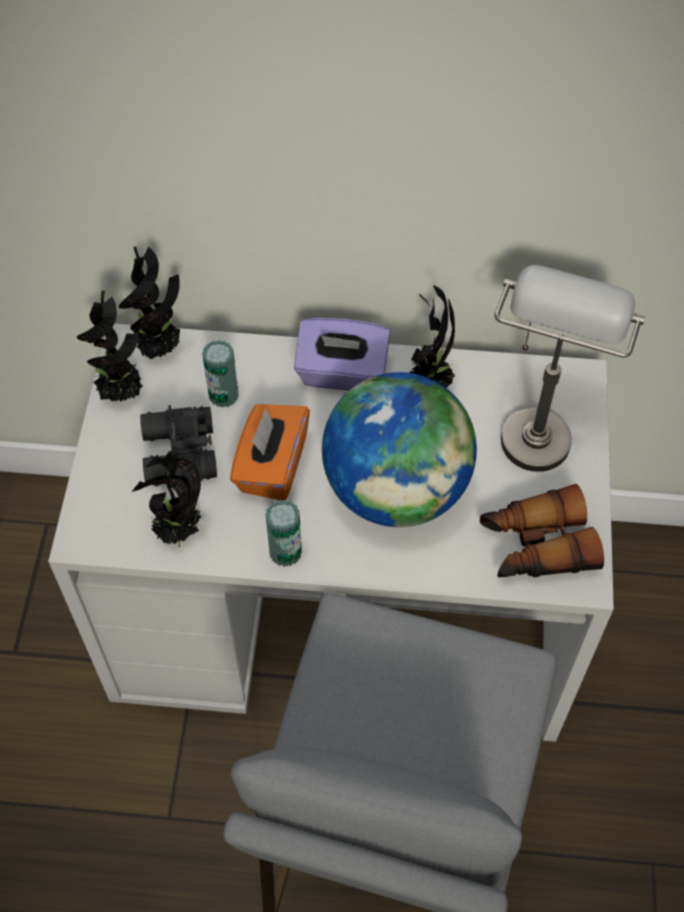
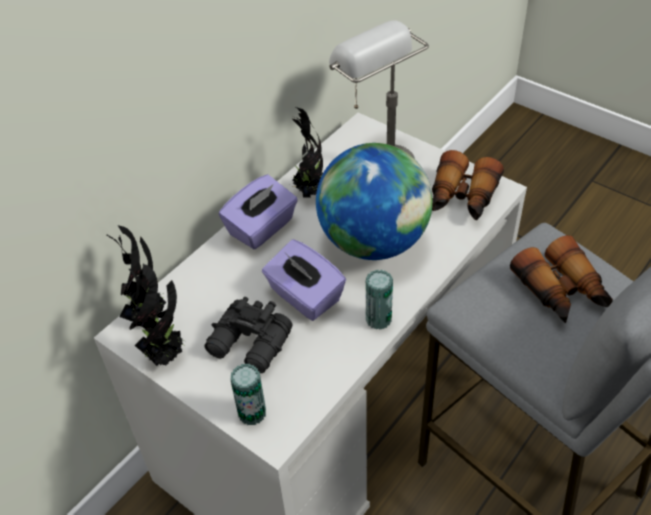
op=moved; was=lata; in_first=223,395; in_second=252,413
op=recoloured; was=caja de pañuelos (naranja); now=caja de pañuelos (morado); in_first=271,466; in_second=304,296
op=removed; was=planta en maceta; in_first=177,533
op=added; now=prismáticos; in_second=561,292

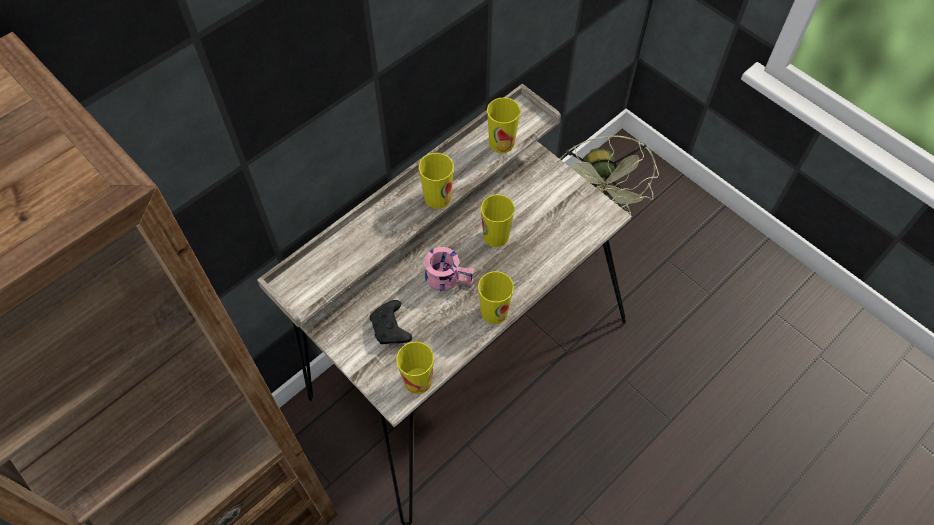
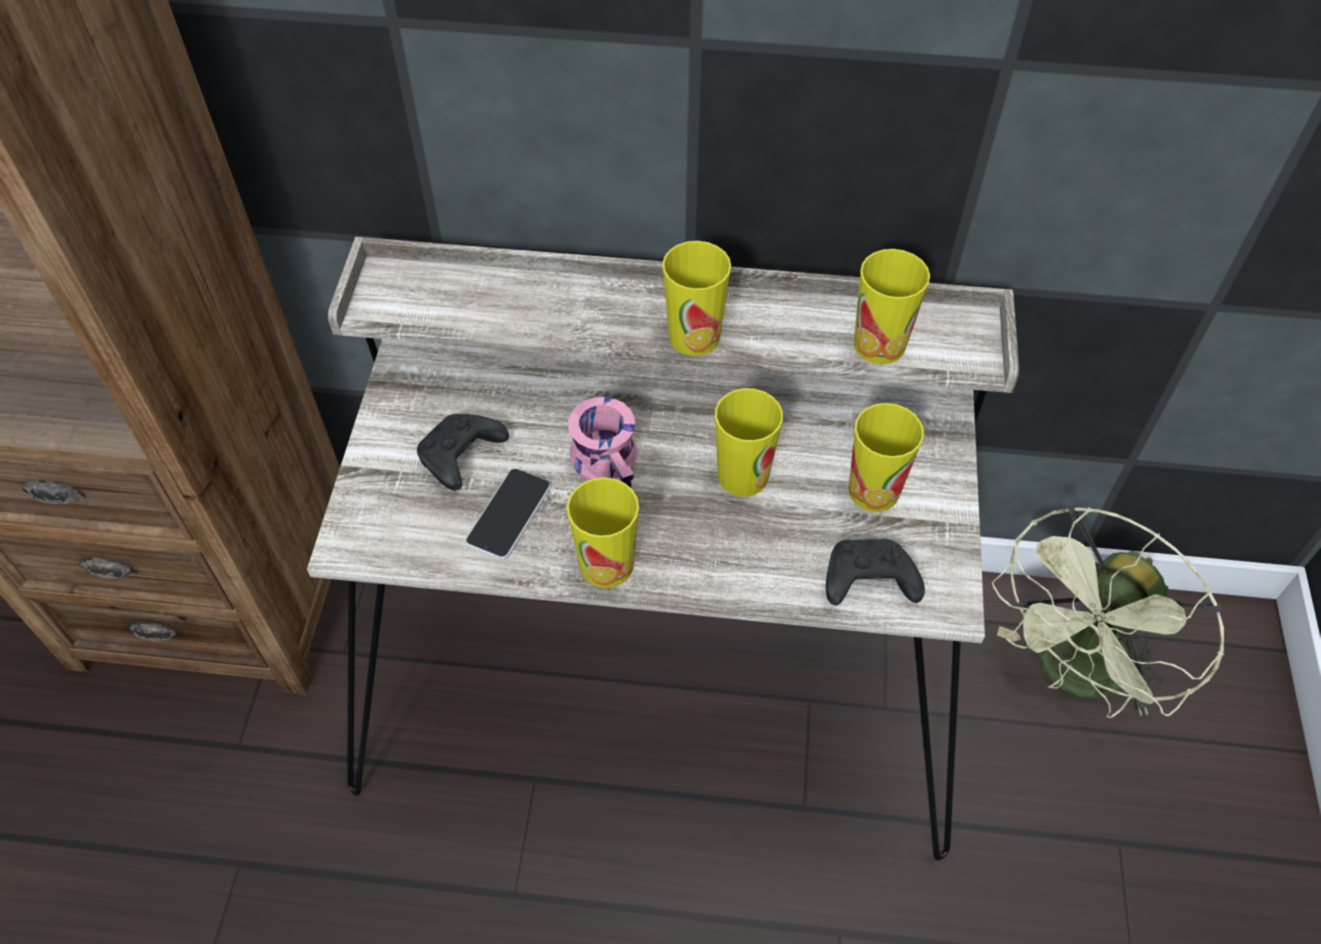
op=moved; was=taza; in_first=418,380; in_second=874,490
op=added; now=móvil; in_second=509,515
op=added; now=mando de consola (negro); in_second=866,582

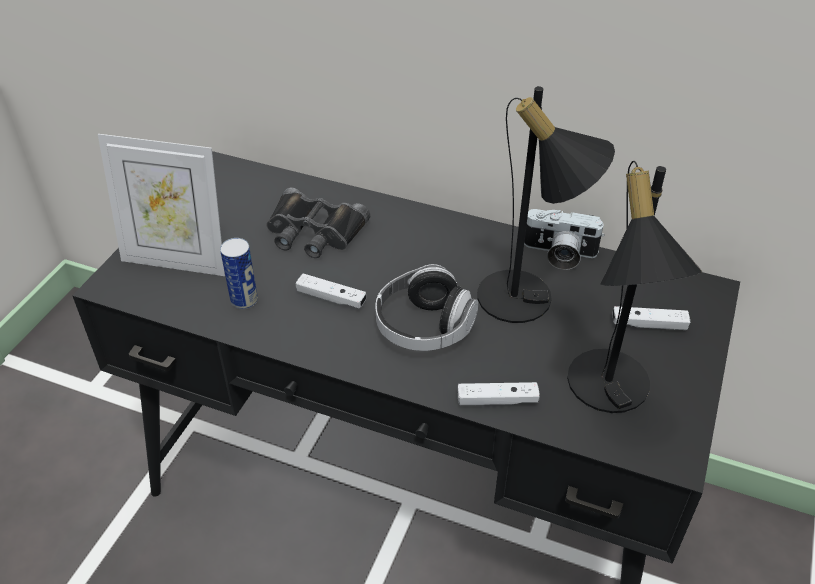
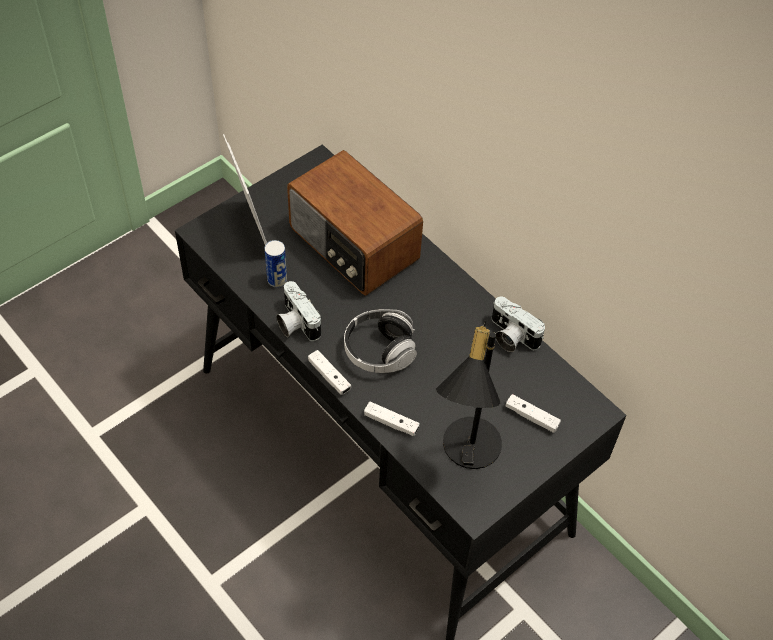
op=removed; was=lámpara de mesa (negro); in_first=528,302
op=turned; was=portarretratos; in_first=177,260; in_second=251,230; clockwise=-150
op=replaced; was=prismáticos (negro); now=radio; in_first=314,232; in_second=352,245
op=moved; was=mando de consola (blanco); in_first=331,298; in_second=329,376
op=added; now=cámara; in_second=295,323

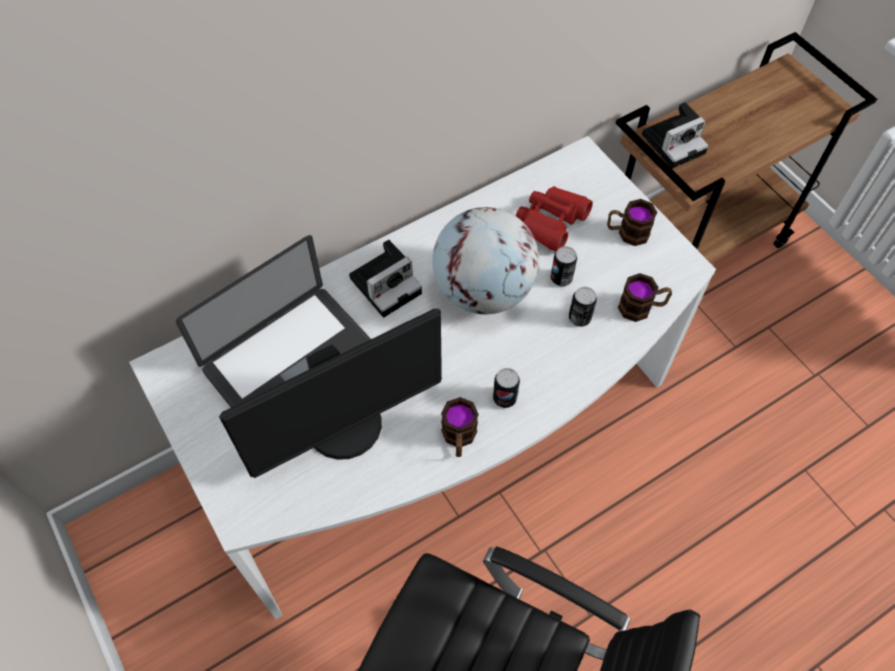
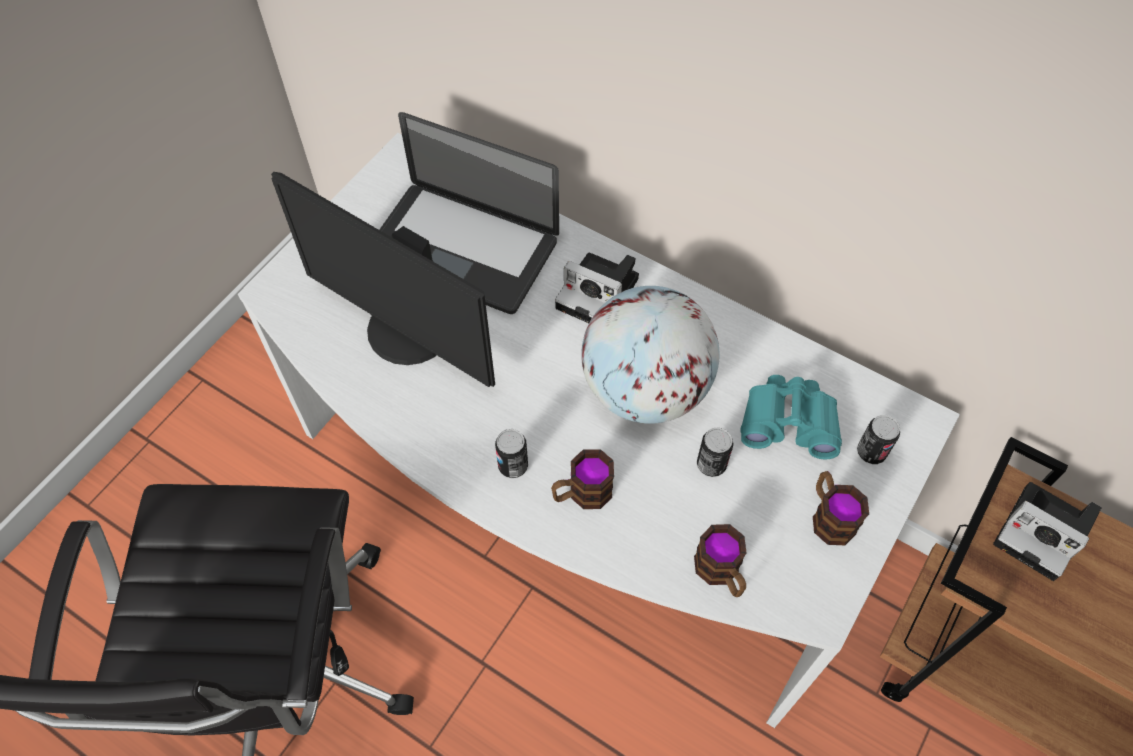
op=recoloured; was=prismáticos (rojo); now=prismáticos (turquesa); in_first=551,222; in_second=789,422
op=moved; was=lata; in_first=579,318; in_second=871,452
op=moved; was=taza grande; in_first=459,438; in_second=582,493

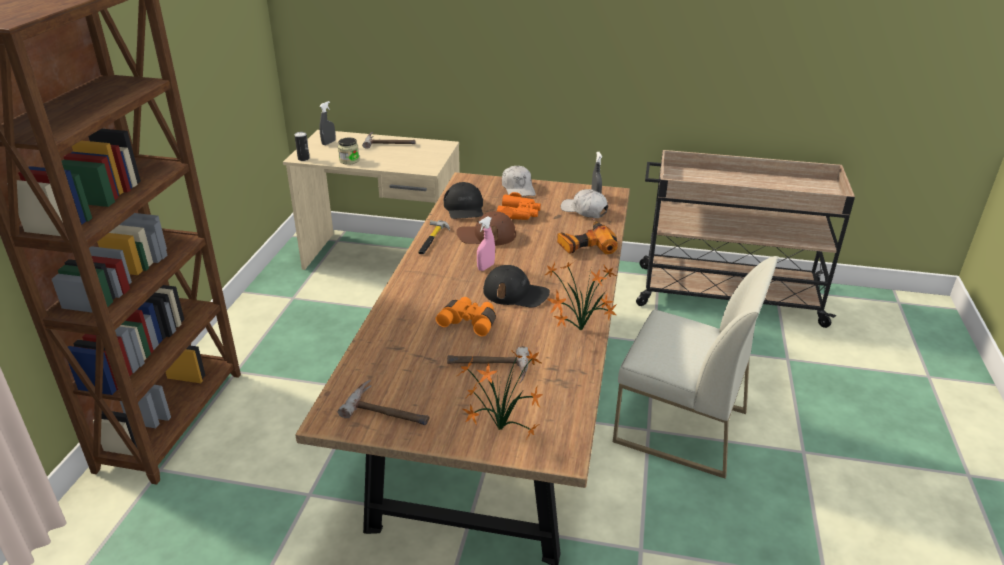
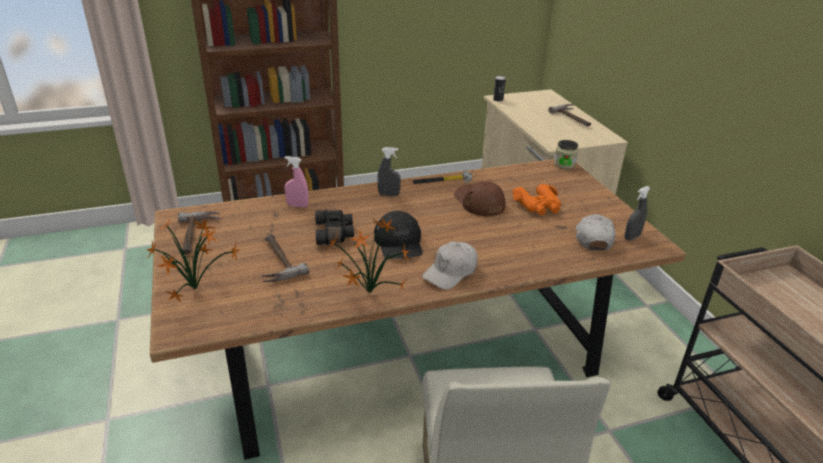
op=moved; was=pulverizador (gris); in_first=328,143; in_second=389,195
op=moved; was=tarro; in_first=349,160; in_second=564,164
op=moved; was=gorra (blanco); in_first=518,189; in_second=451,272
op=removed; was=gorra (negro); in_first=464,208
op=moved; was=pulverizador (rosa); in_first=486,267; in_second=297,205
op=removed; was=taladro; in_first=584,244
op=recoloured; was=prismáticos (naranja); now=prismáticos (negro); in_first=469,322; in_second=335,233

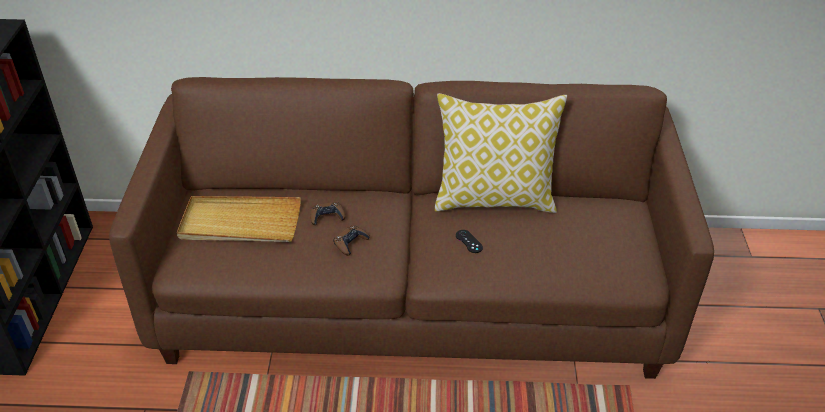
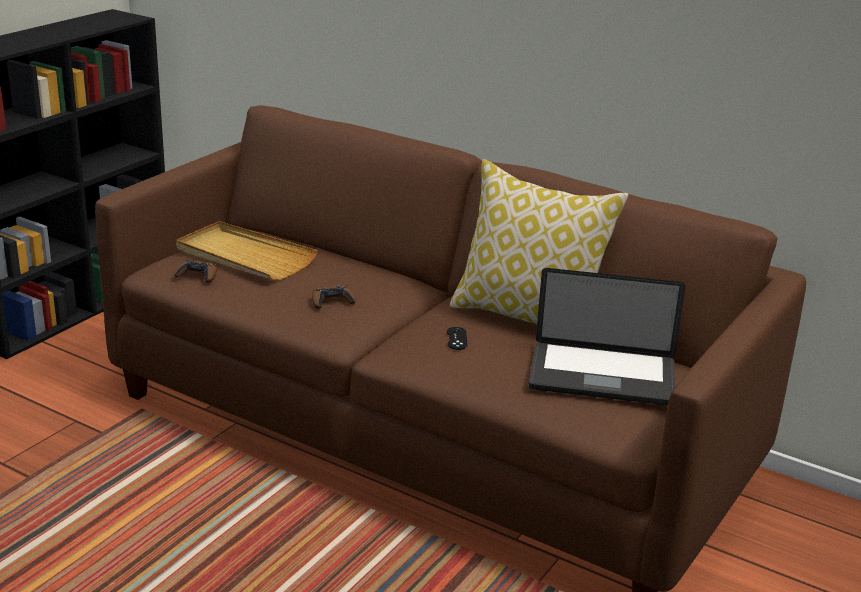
op=moved; was=mando de consola (marrón); in_first=327,216; in_second=197,275
op=added; now=portátil; in_second=602,376

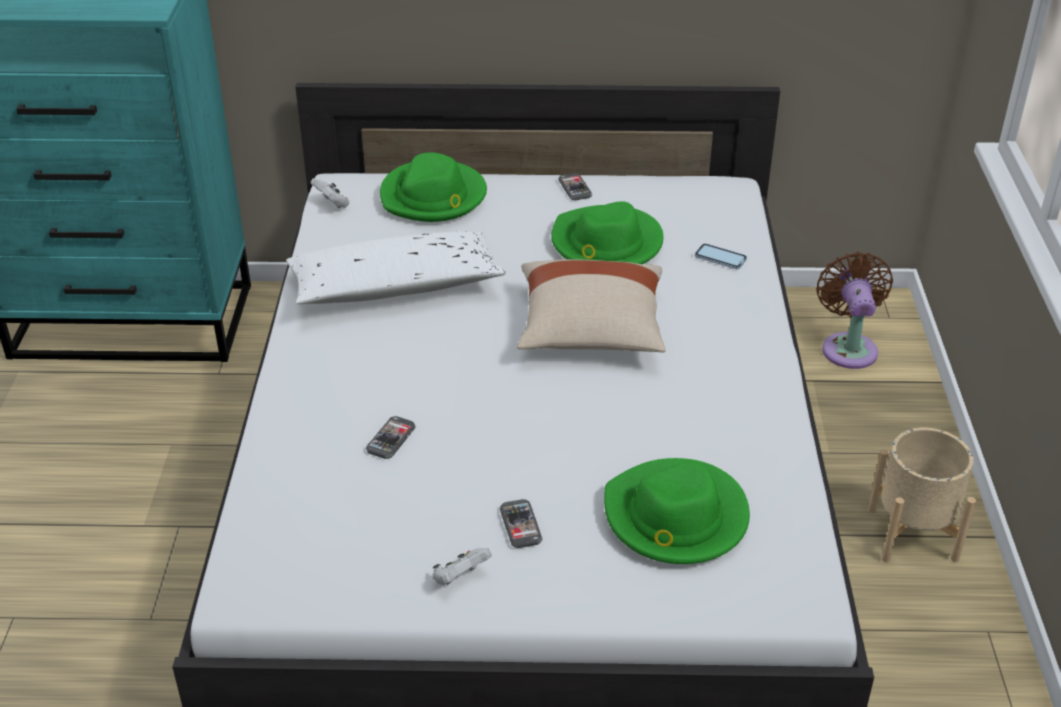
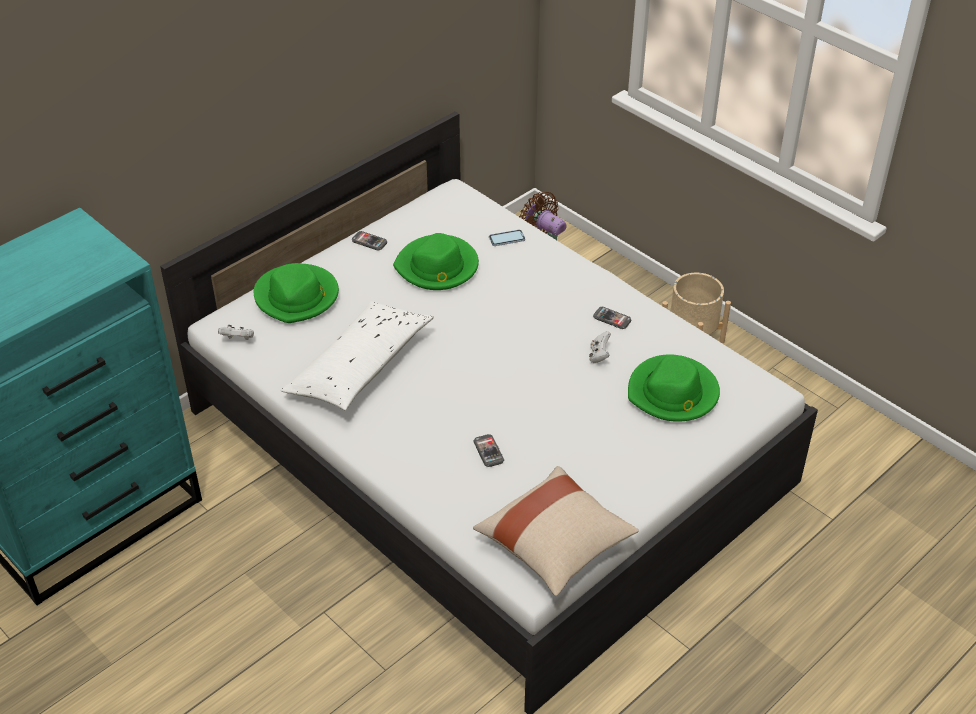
op=moved; was=cojín (beis); in_first=590,330; in_second=555,544
op=moved; was=móvil; in_first=520,525; in_second=612,319
op=moved; was=mando de consola (blanco); in_first=460,578; in_second=599,355

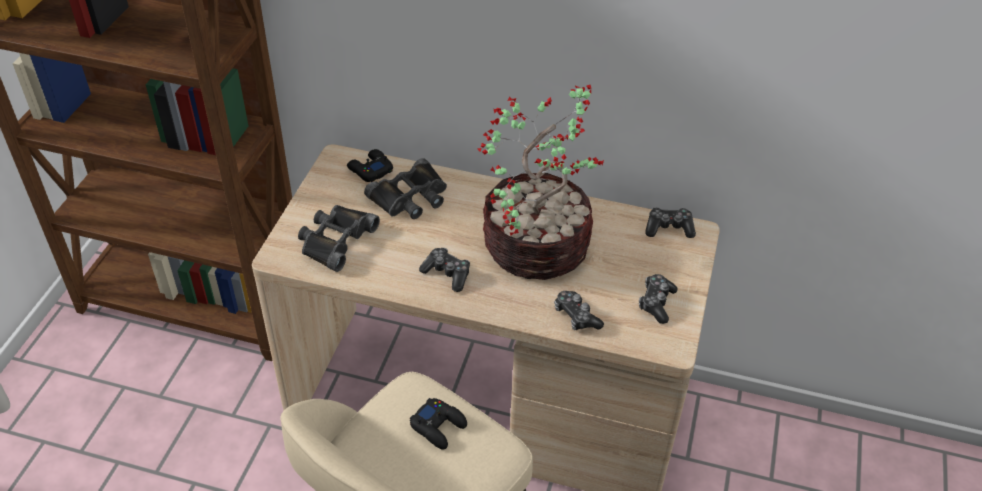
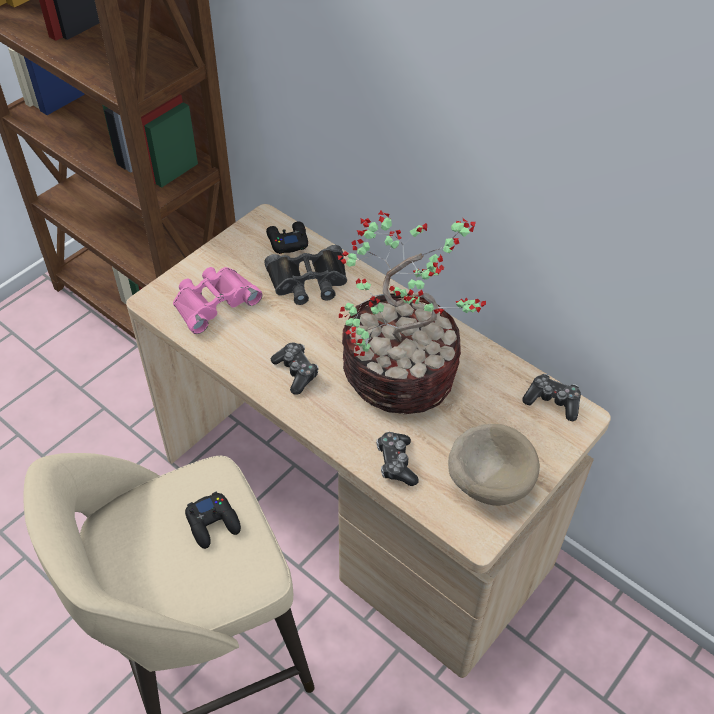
op=recoloured; was=prismáticos (negro); now=prismáticos (rosa); in_first=335,240; in_second=213,302
op=replaced; was=mando de consola; now=cuenco (beis); in_first=656,303; in_second=489,479

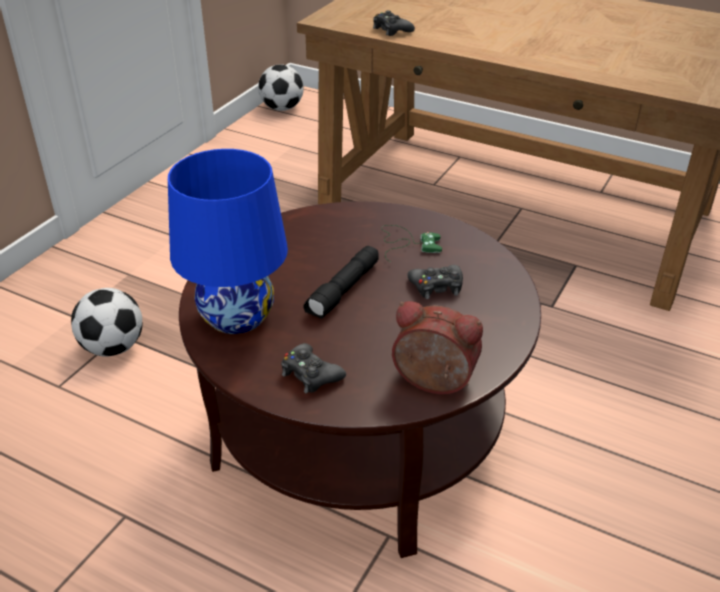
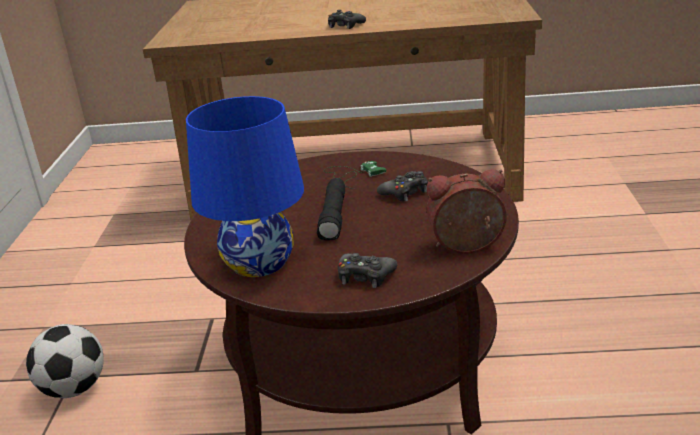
op=moved; was=mando de consola (negro); in_first=391,30; in_second=345,25
op=removed; was=balón de fútbol; in_first=282,108

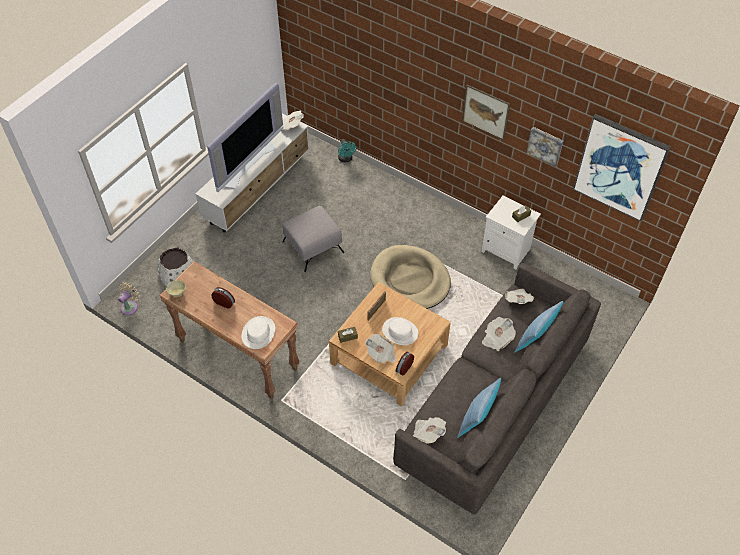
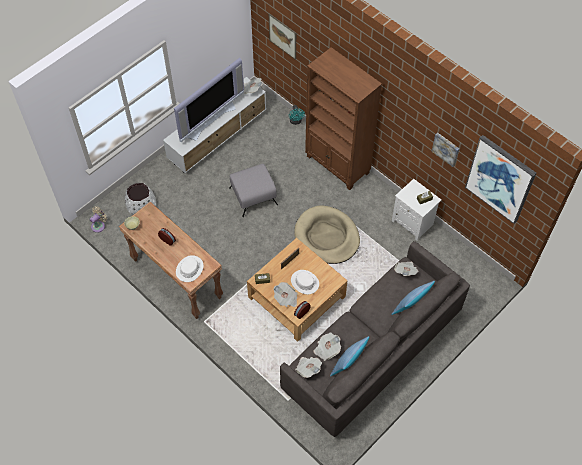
op=moved; was=cuadro; in_first=485,112; in_second=282,36
op=moved; was=periódico; in_first=497,338; in_second=326,349
op=added; now=estantería (marrón); in_second=337,165

